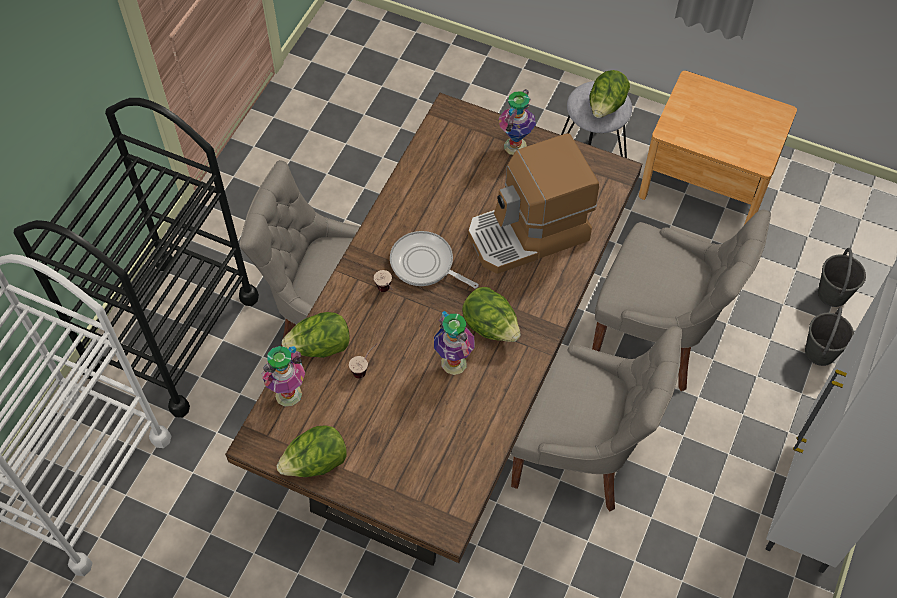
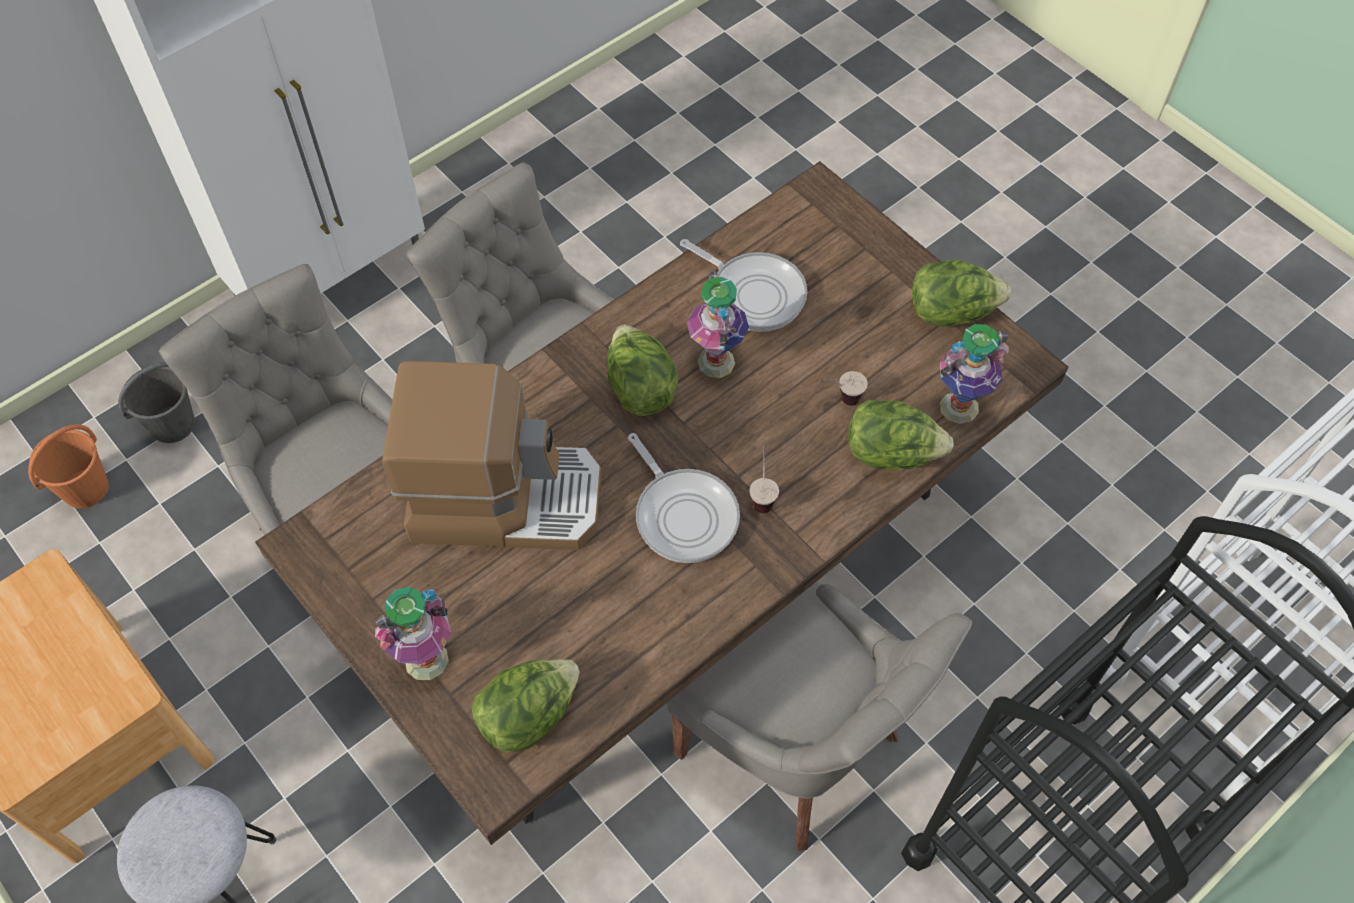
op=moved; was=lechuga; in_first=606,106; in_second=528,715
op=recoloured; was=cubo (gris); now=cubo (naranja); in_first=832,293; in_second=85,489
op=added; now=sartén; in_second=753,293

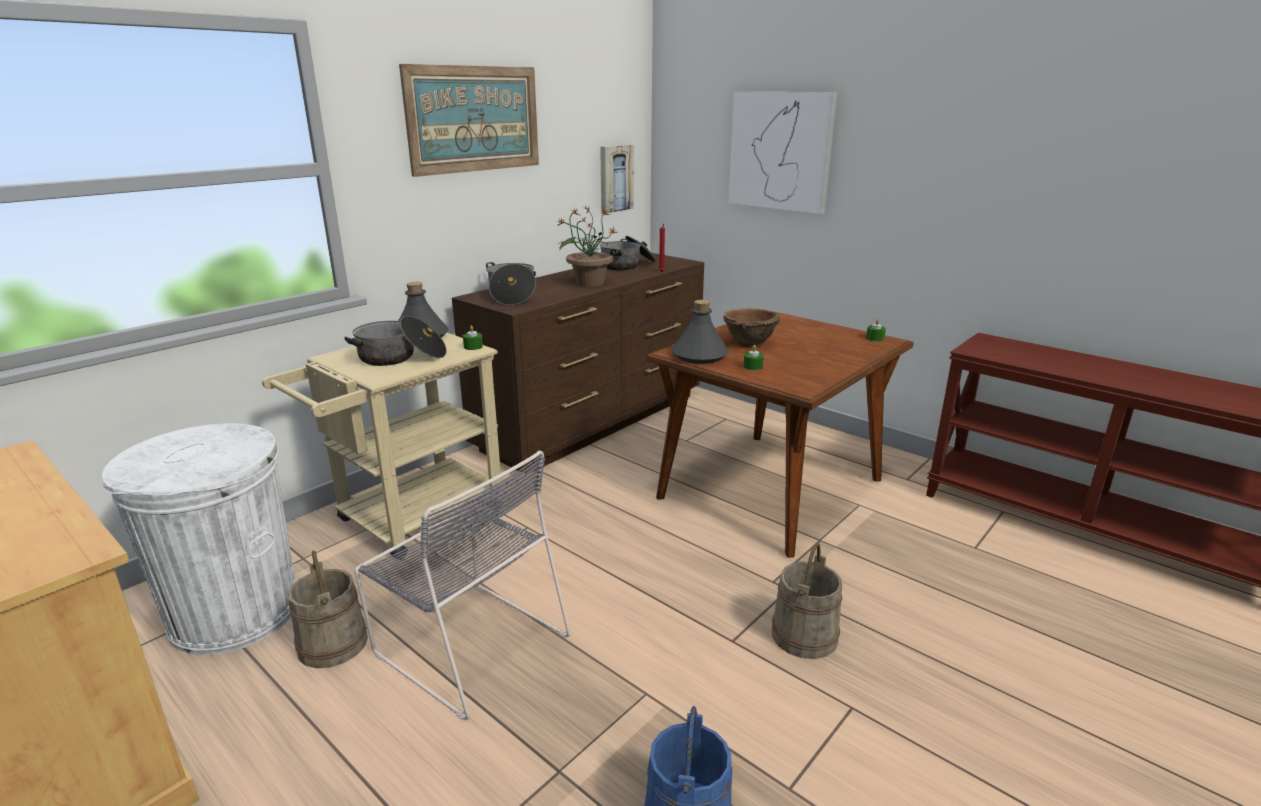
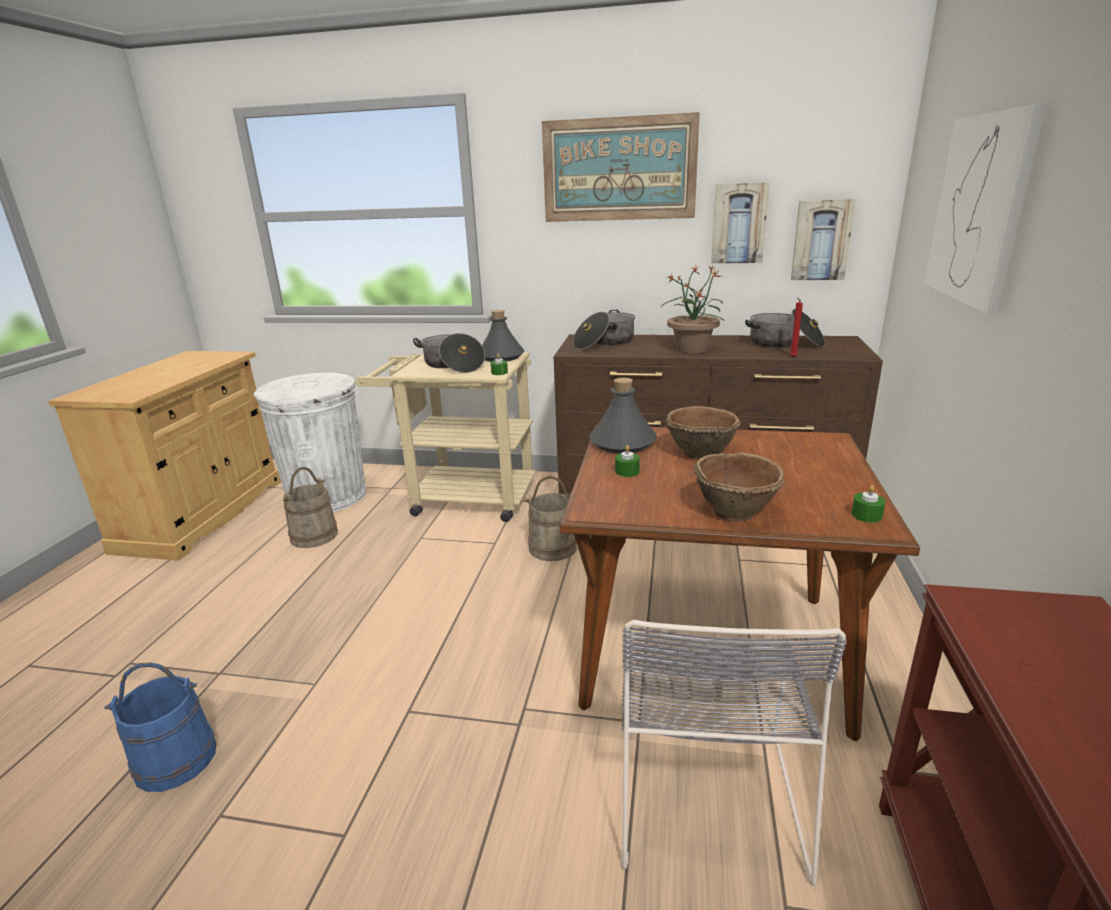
op=moved; was=silla (gris); in_first=468,642; in_second=706,787
op=moved; was=cubo (beis); in_first=804,635; in_second=552,547
op=added; now=cuadro; in_second=739,223
op=added; now=cuenco (marrón); in_second=735,511

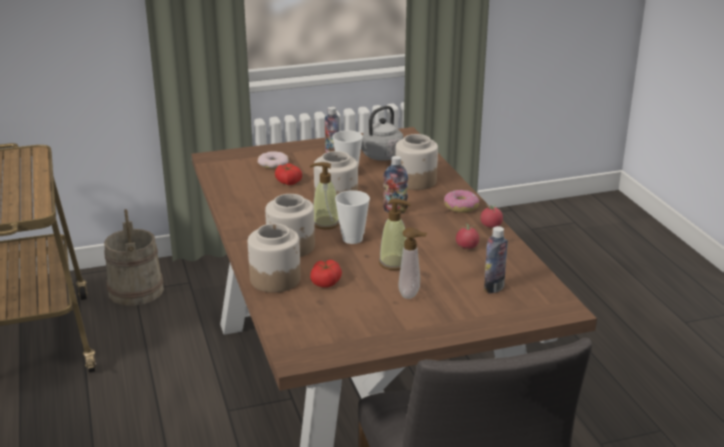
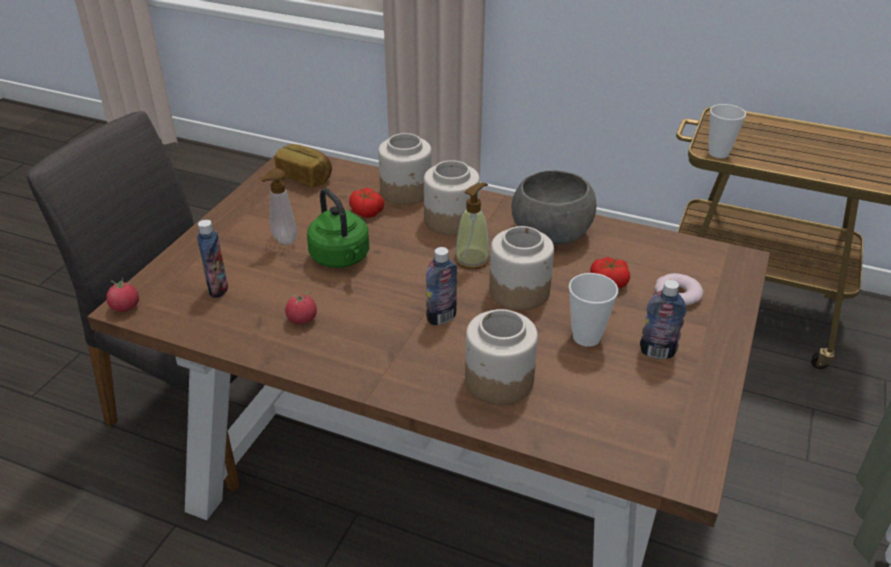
op=removed; was=hervidor (gris); in_first=380,157
op=moved; was=taza; in_first=352,239; in_second=718,153
op=removed; was=rosquilla; in_first=460,207
op=replaced; was=dispensador de jabón; now=hervidor (verde); in_first=394,263; in_second=341,258
op=moved; was=tomate; in_first=491,226; in_second=125,307
op=removed; was=cubo (beis); in_first=135,291
op=added; now=pan; in_second=305,177
op=added; now=cuenco (gris); in_second=550,232

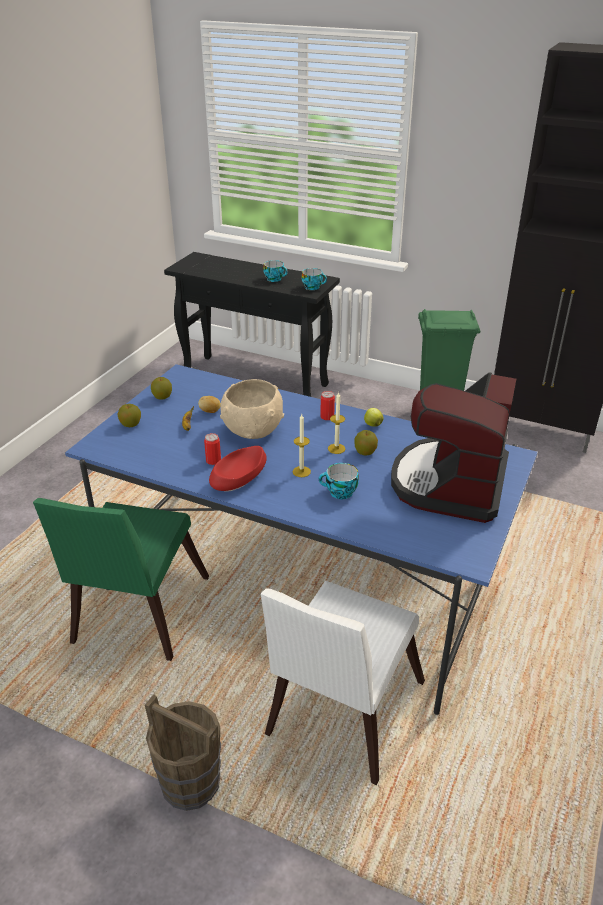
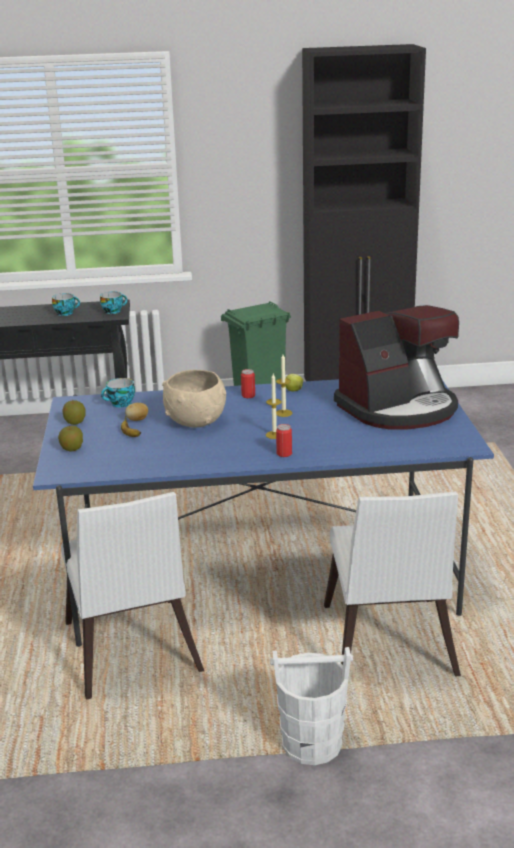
op=turned; was=cafetera; in_first=450,483; in_second=399,408; clockwise=-105
op=removed; was=manzana; in_first=365,452
op=moved; was=lata; in_first=213,461; in_second=284,454
op=removed; was=cuenco (rojo); in_first=239,479
op=moved; was=taza; in_first=339,493; in_second=120,404
op=recoloured; was=silla (verde); now=silla (blanco); in_first=136,616; in_second=131,654
op=recoloured; was=cubo (marrón); now=cubo (blanco); in_first=190,781; in_second=311,742

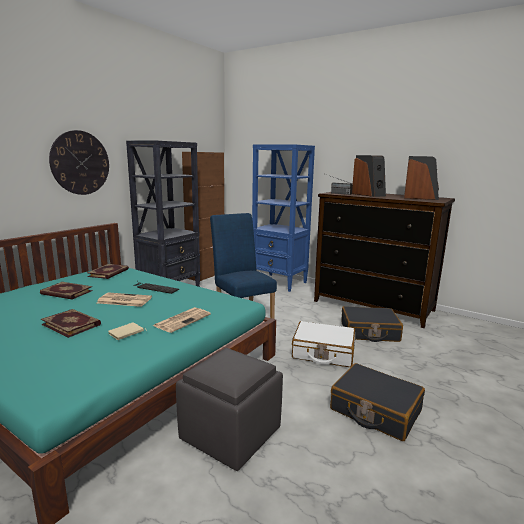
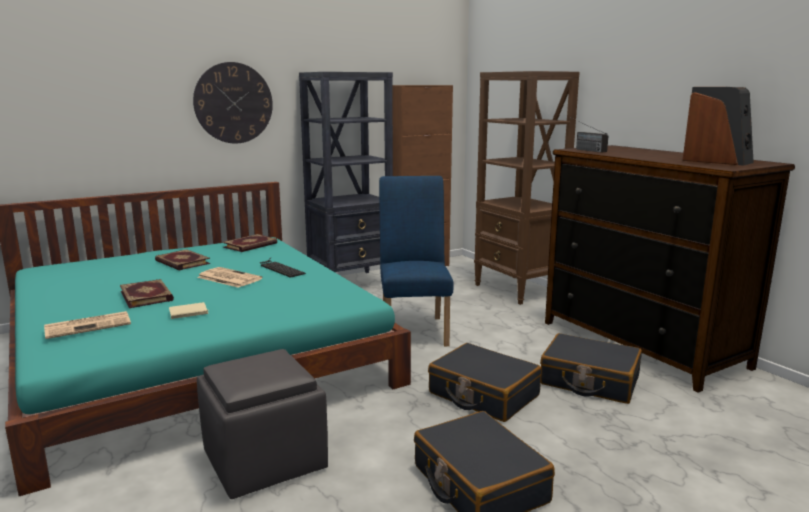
op=recoloured; was=estantería (azul); now=estantería (marrón); in_first=280,283; in_second=517,290
op=removed; was=altavoz; in_first=368,195
op=moved; was=periódico; in_first=182,320; in_second=89,325
op=recoloured; was=maleta (blanco); now=maleta (negro); in_first=323,352; in_second=483,394

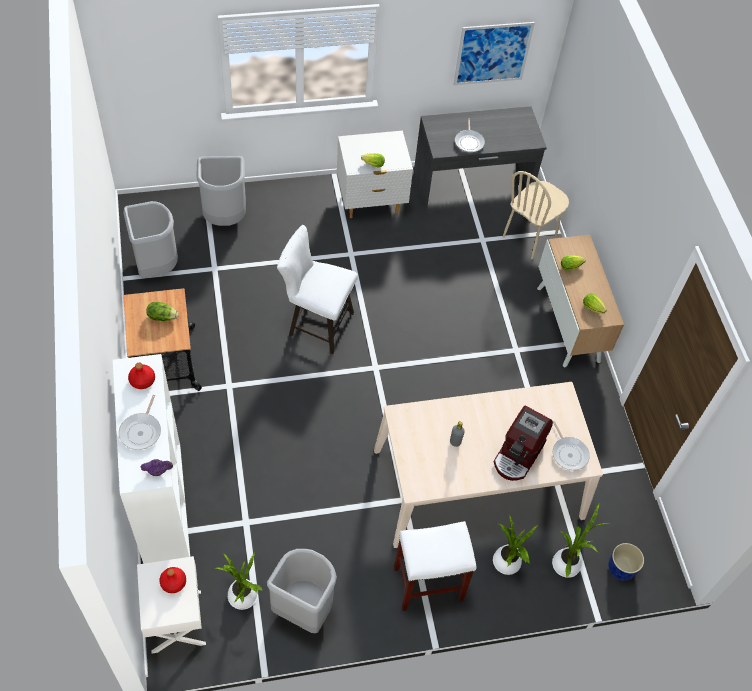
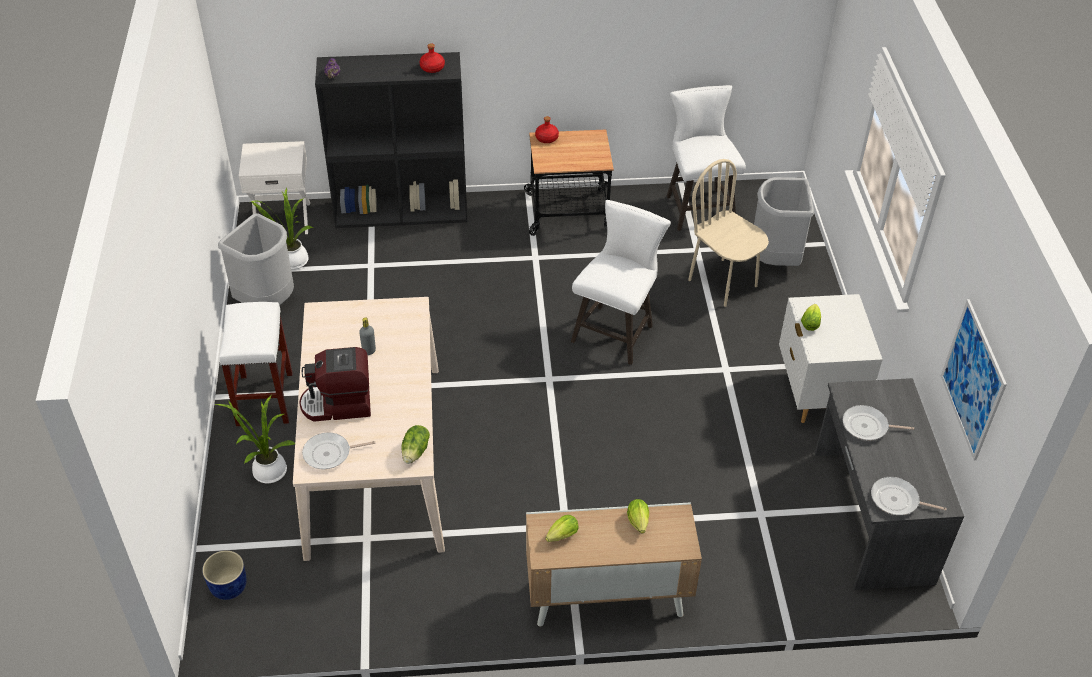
op=moved; was=silla (beis); in_first=529,237; in_second=723,282
op=replaced; was=papelera (gris); now=taburete (blanco); in_first=156,266; in_second=697,206
op=moved; was=lechuga; in_first=162,317; in_second=416,451
op=recoloured; was=estantería (blanco); now=estantería (negro); in_first=162,505; in_second=402,210
op=moved; was=sartén; in_first=141,431; in_second=897,500
op=turned; was=cafetera; in_first=518,455; in_second=338,405; clockwise=-45
op=removed; was=planta en maceta; in_first=567,563
op=moved; was=botella (rojo); in_first=173,582; in_second=547,138

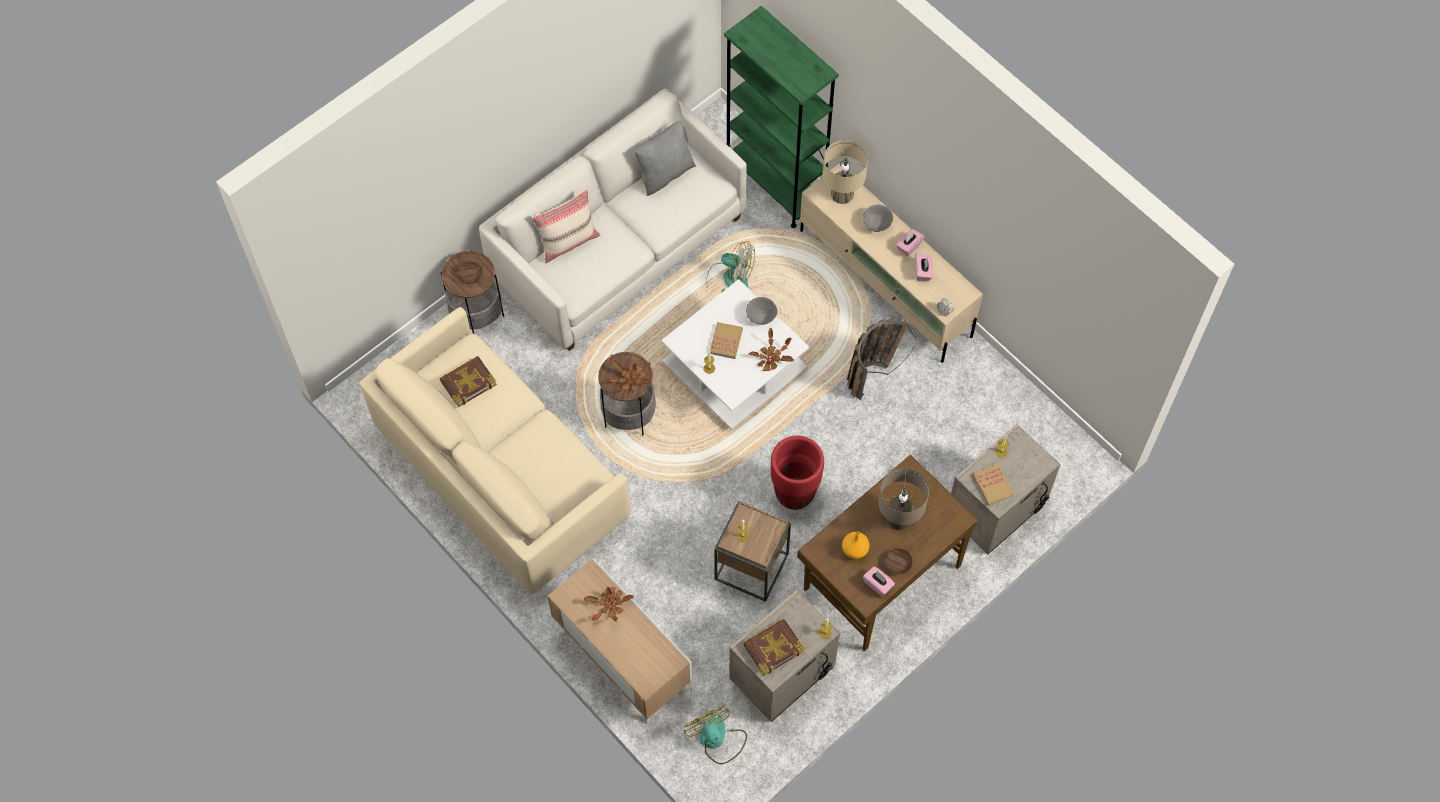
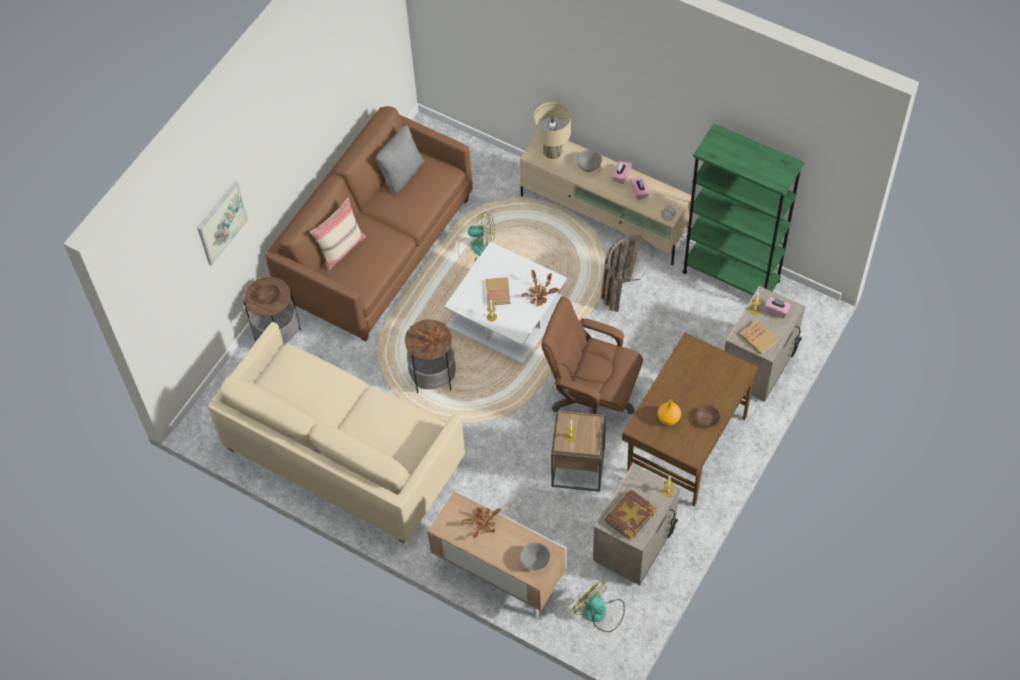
op=moved; was=estantería (verde); in_first=775,183; in_second=731,276
op=recoloured; was=sofá (blanco); now=sofá (marrón); in_first=618,247; in_second=377,249
op=moved; was=cuenco (gris); in_first=761,317; in_second=534,561
op=removed; was=libro; in_first=468,382
op=replaced; was=maceta (rojo); now=silla de oficina (marrón); in_first=794,493; in_second=592,400
op=removed; was=lámpara de mesa (beis); in_first=899,518
op=moved; was=caja de pañuelos (rosa); in_first=878,584; in_second=776,311
op=added; now=cuadro; in_second=221,223

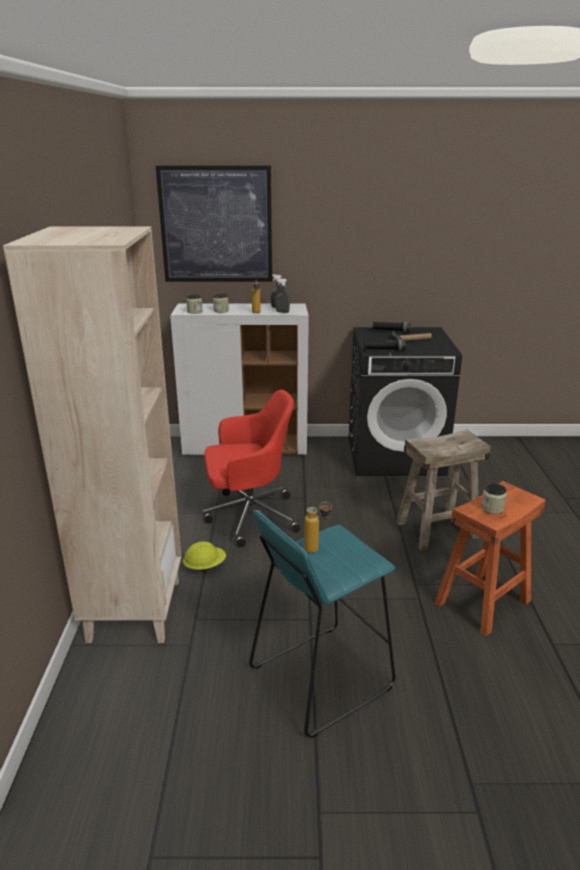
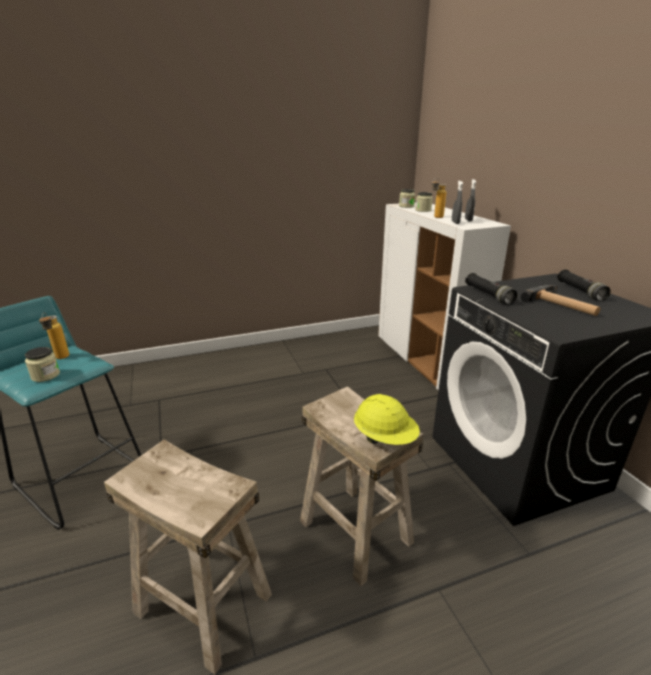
op=removed; was=cuadro; in_first=216,225
op=removed; was=estantería (beis); in_first=134,609
op=removed; was=silla de oficina (rojo); in_first=249,516
op=recoloured; was=taburete (naranja); now=taburete (beis); in_first=483,602; in_second=202,604
op=moved; was=tarro; in_first=492,508; in_second=45,375
op=moved; was=casco (amarillo); in_first=205,567; in_second=385,438

